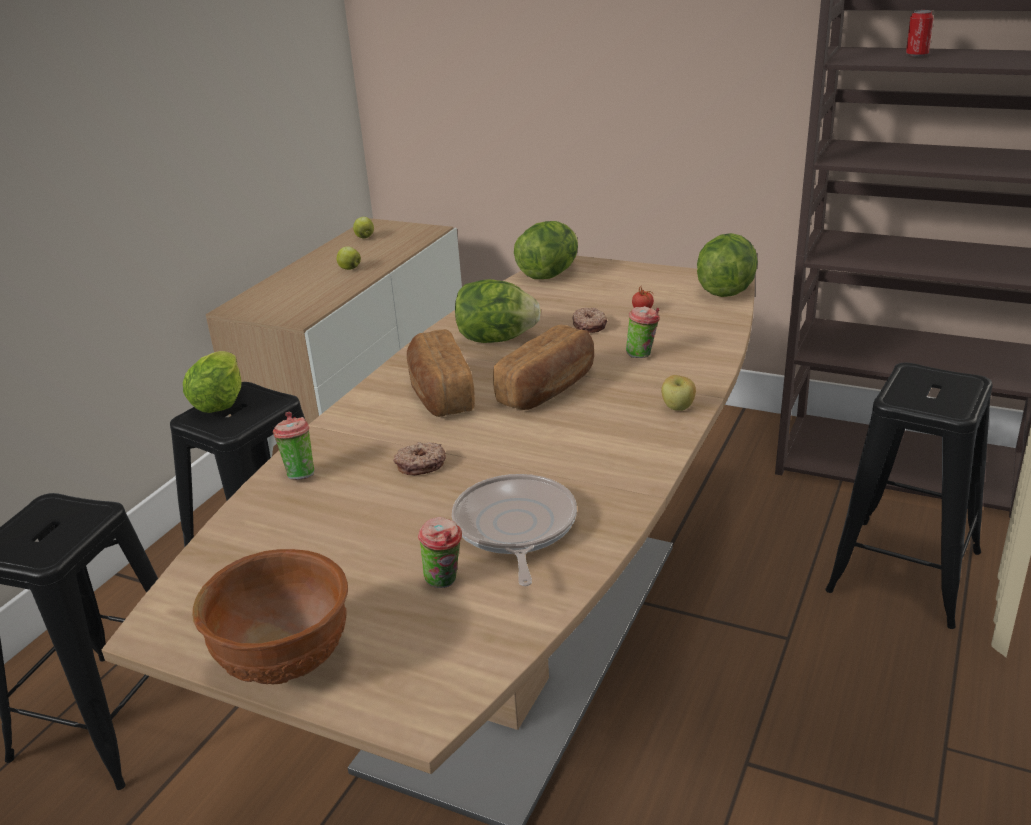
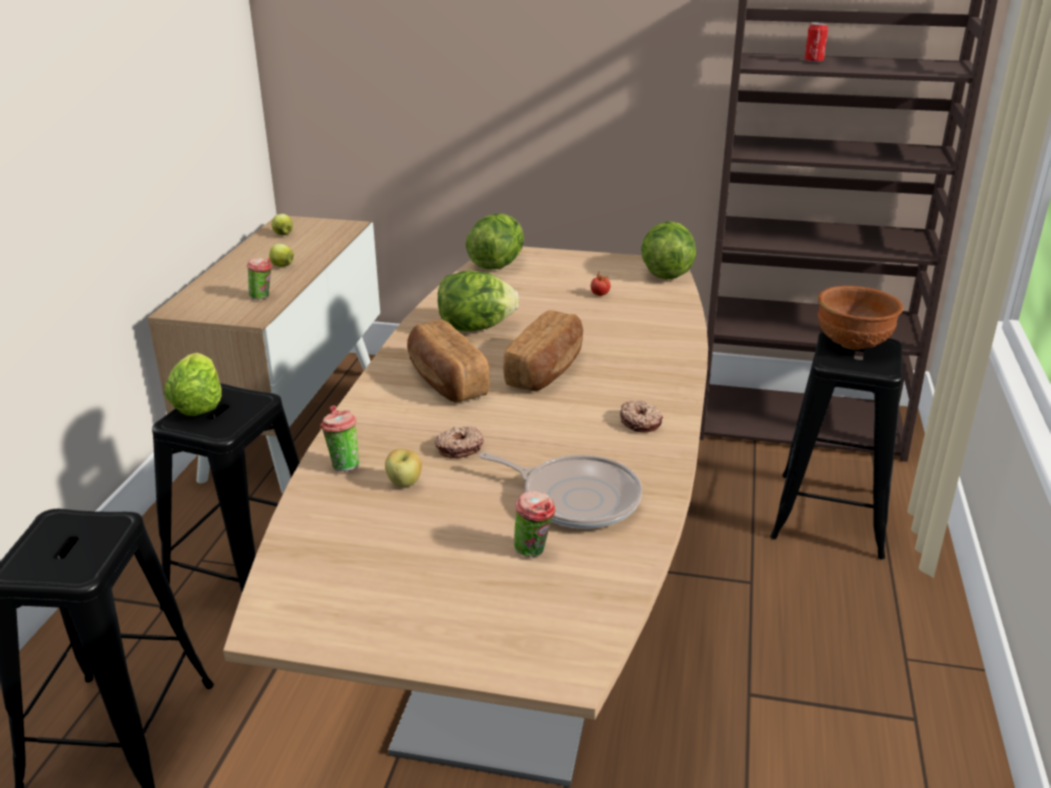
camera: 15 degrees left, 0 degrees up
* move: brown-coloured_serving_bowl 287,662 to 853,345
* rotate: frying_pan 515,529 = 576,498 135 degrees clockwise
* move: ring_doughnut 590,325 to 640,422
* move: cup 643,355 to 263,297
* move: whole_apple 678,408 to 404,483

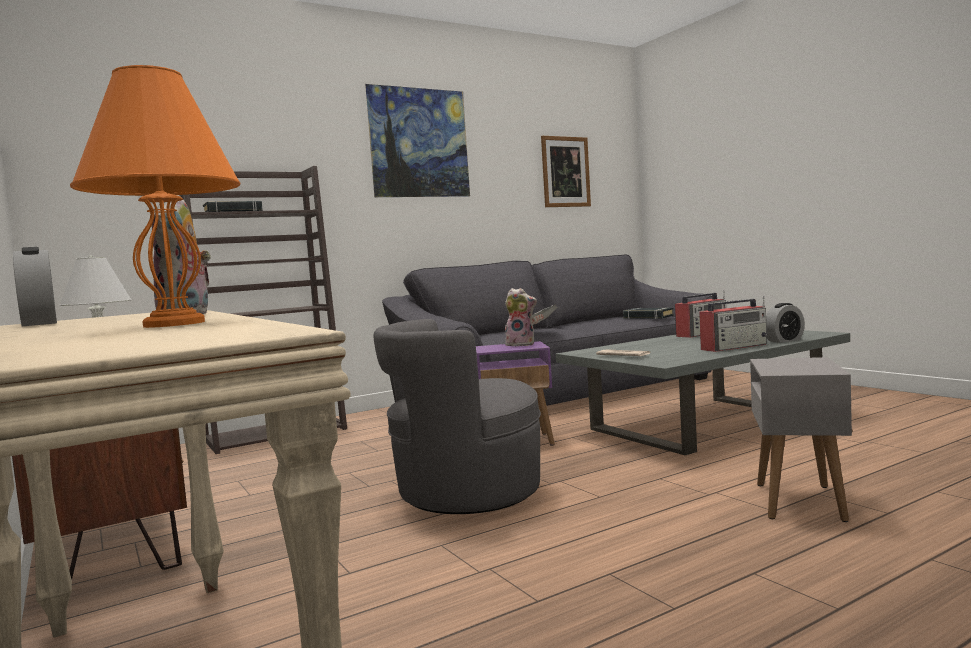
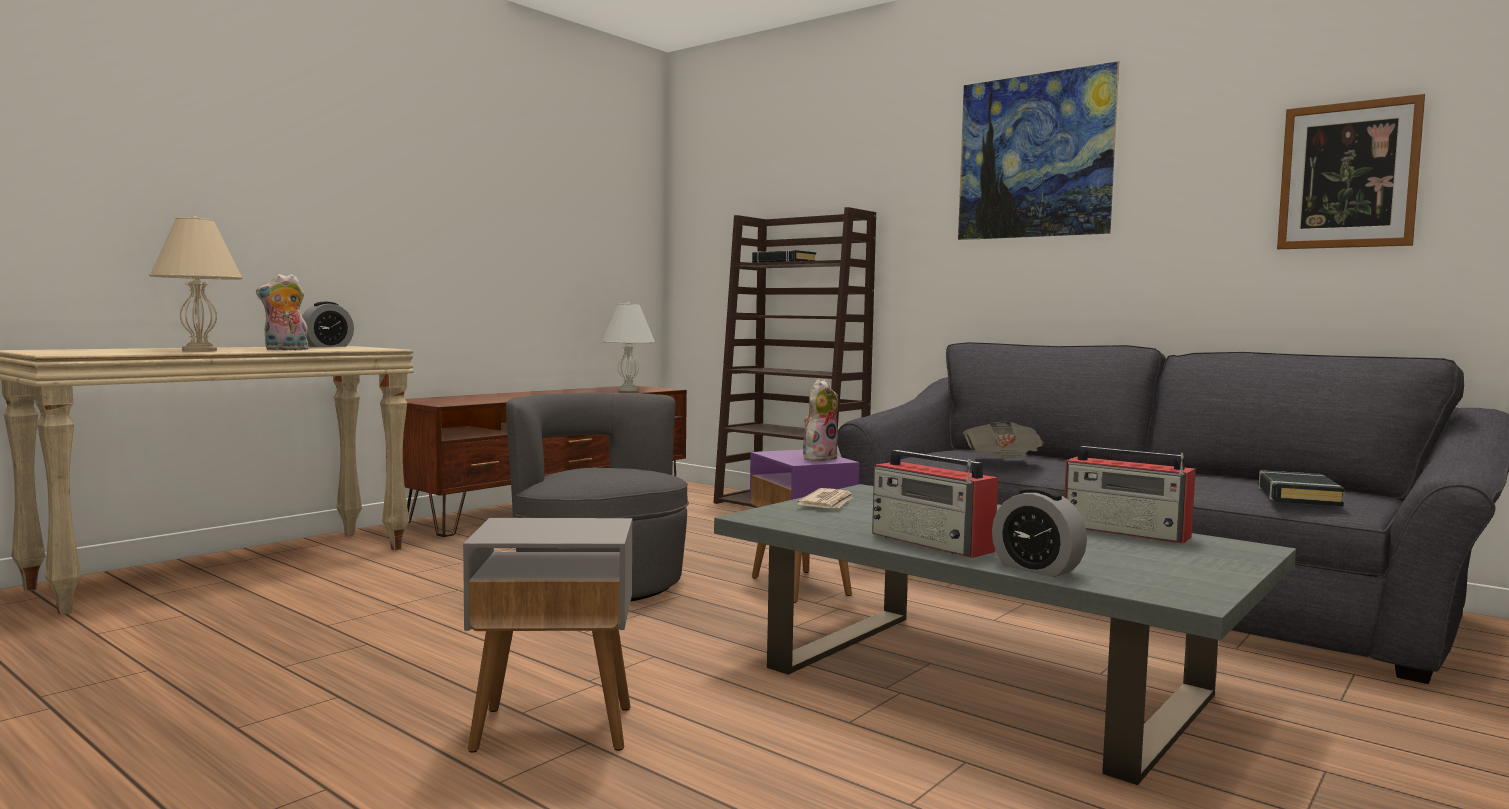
camera: 70 degrees right, 0 degrees up
* recolor: orange_lamp_for_a_table 176,324 to beige-coloured_lamp_for_a_table 199,350
* rotate: soft_toy 521,344 = 819,458 135 degrees counterclockwise

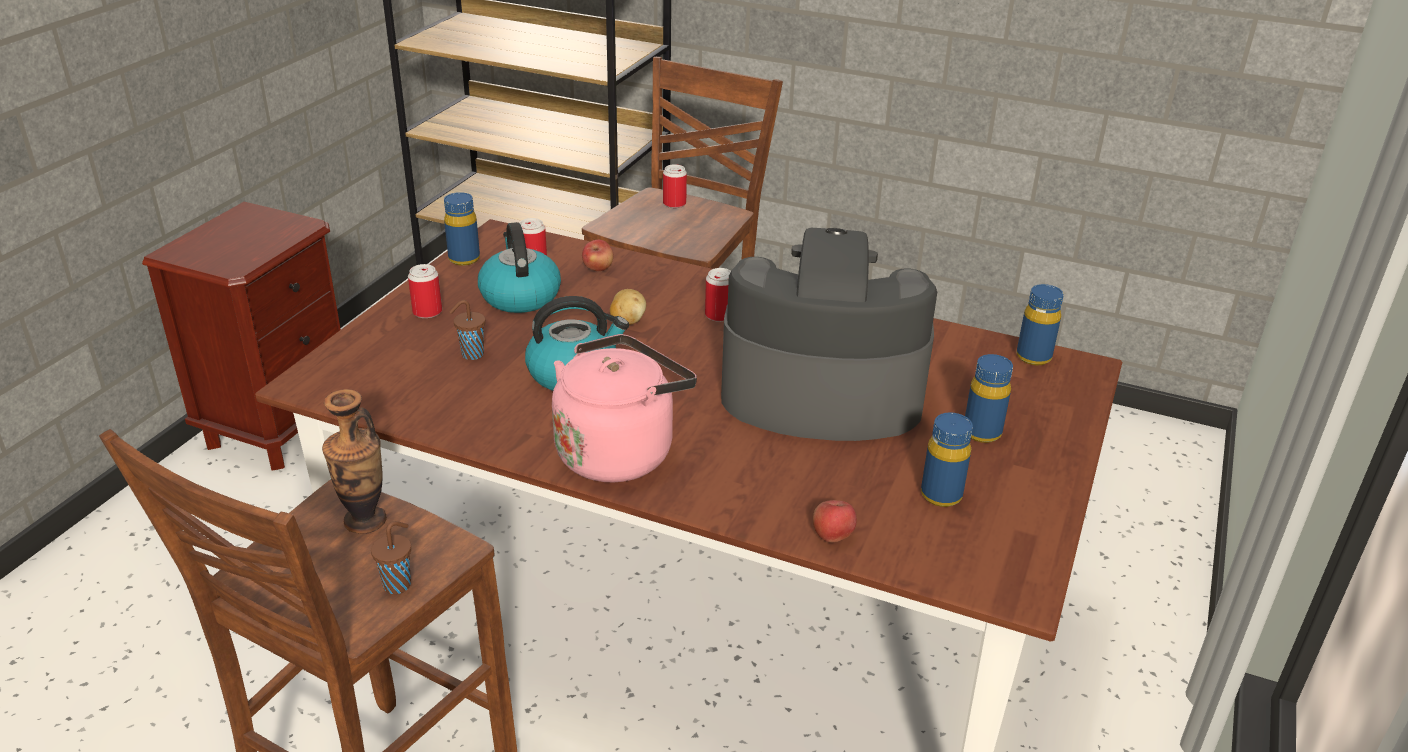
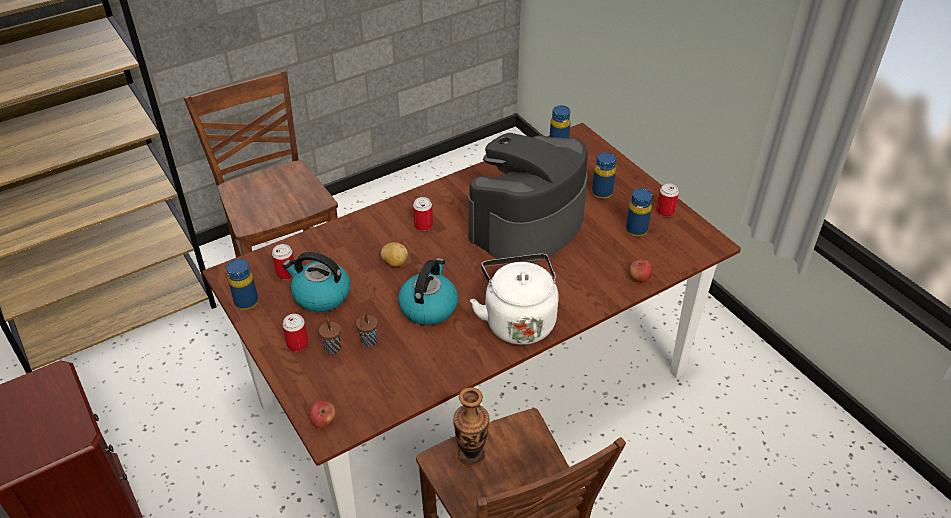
camera: 55 degrees left, 10 degrees up
* move: brown-coloured_cup 398,584 to 332,348
* recolor: pink-coloured_kettle 619,451 to white-coloured_kettle 518,320
* move: whole_apple 598,269 to 323,421
* move: metal_can 674,204 to 665,211

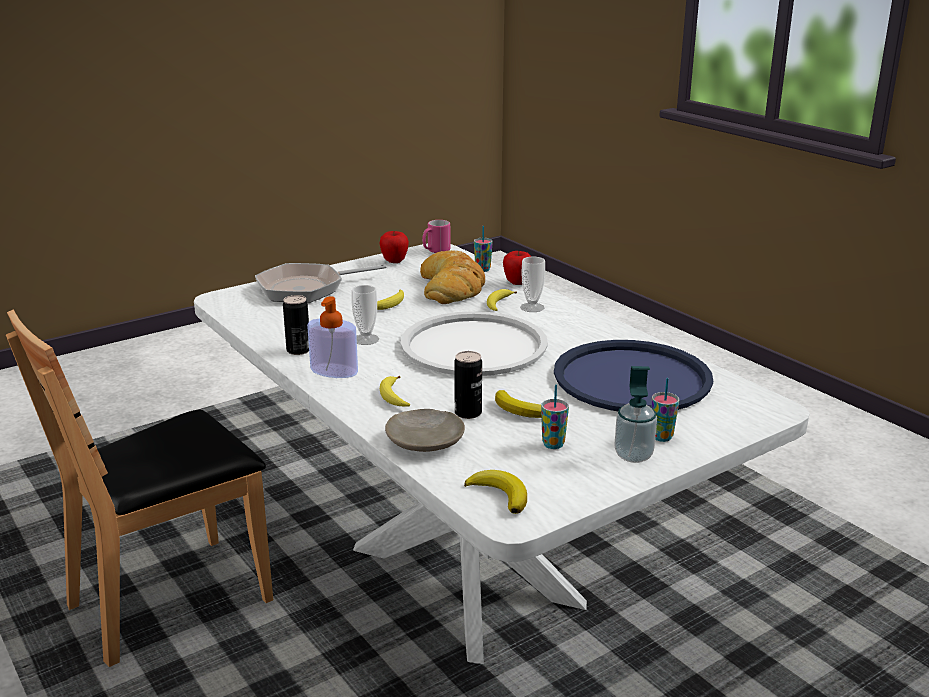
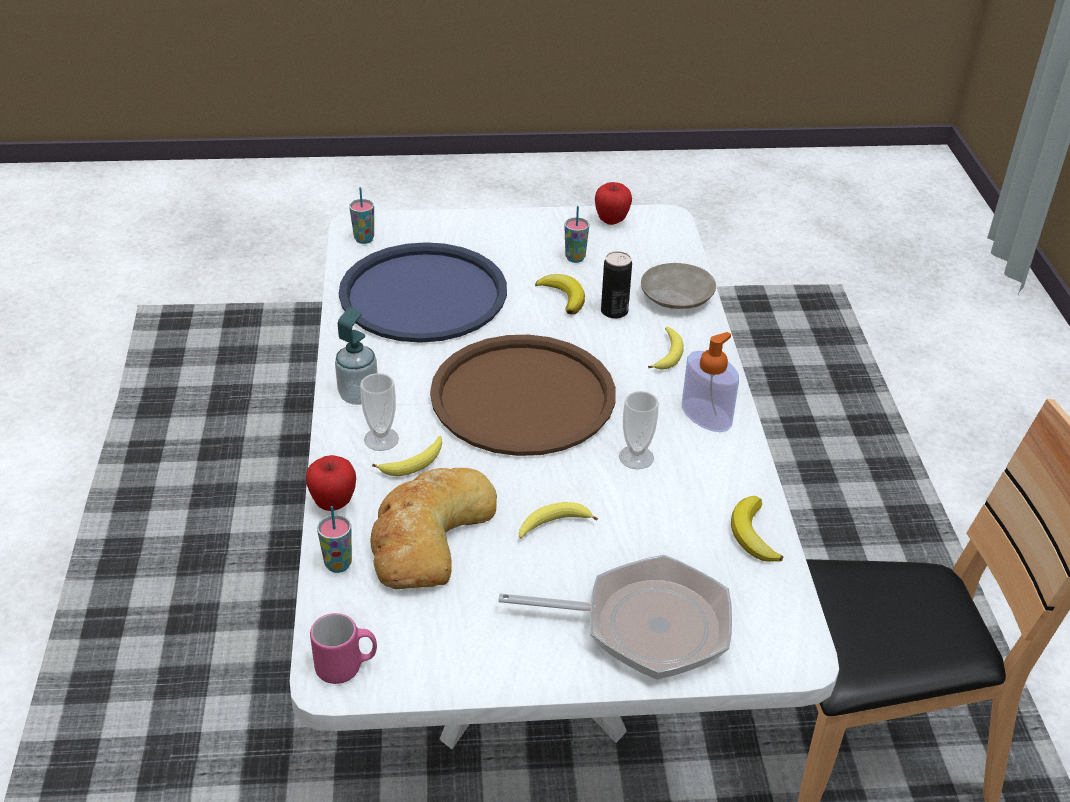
camera: 150 degrees left, 15 degrees up
* delete: metal_can 298,350
* move: whole_apple 394,261 to 611,221
* recolor: white-coloured_carrying_tray 473,346 to brown-coloured_carrying_tray 523,397
* move: banana_fruit 500,494 to 753,534
* move: soap_dispenser 633,455 to 358,395
* move: cup 661,437 to 364,239

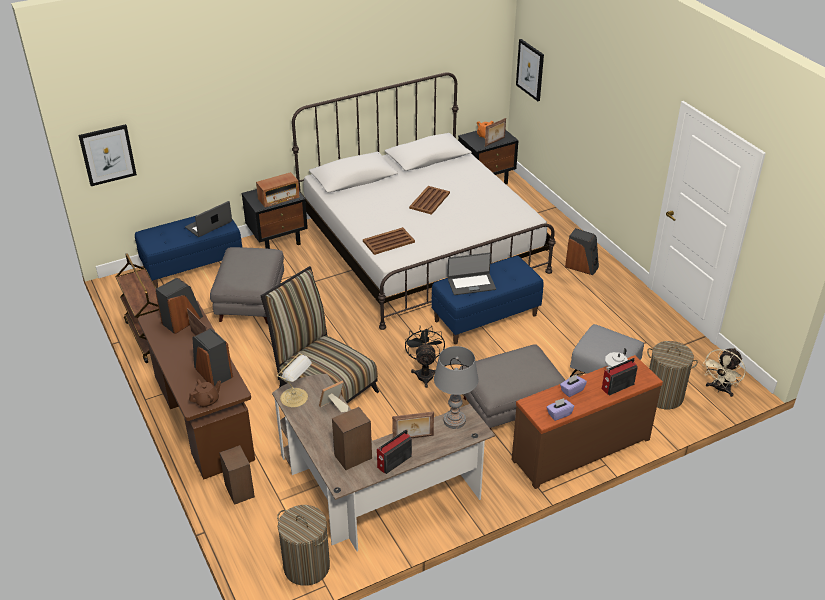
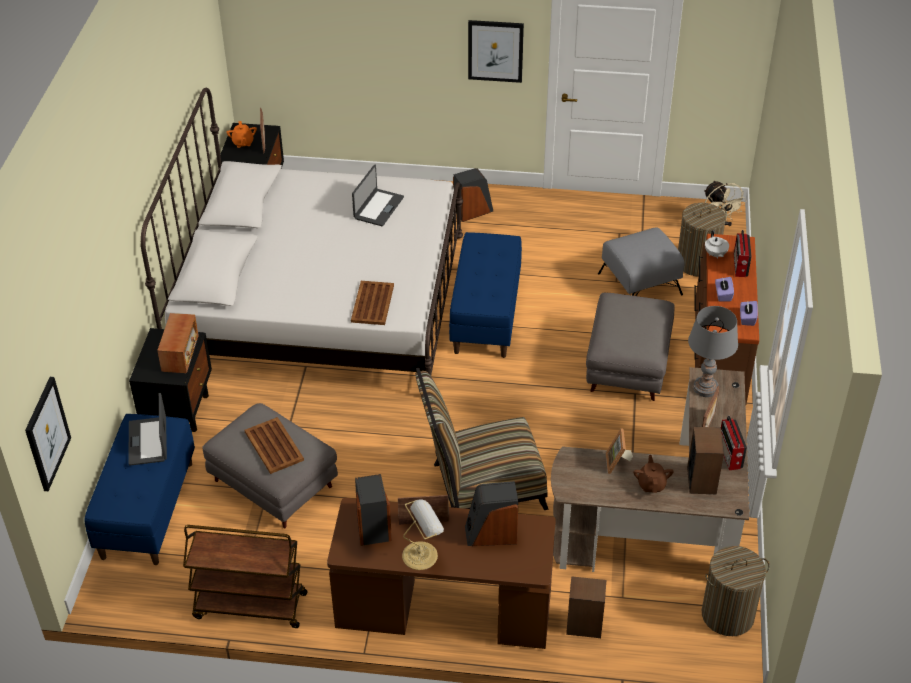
camera: 55 degrees left, 5 degrees up
* move: brown-coloured_teapot 207,401 to 651,484
* move: lamp_for_a_table 295,398 to 421,554
* delete: black-coloured_electric_fan 425,373
* move: brown-coloured_carrying_tray 429,201 to 274,446
* move: portable_computer 471,284 to 378,207
* move: wall_art 530,69 to 495,50

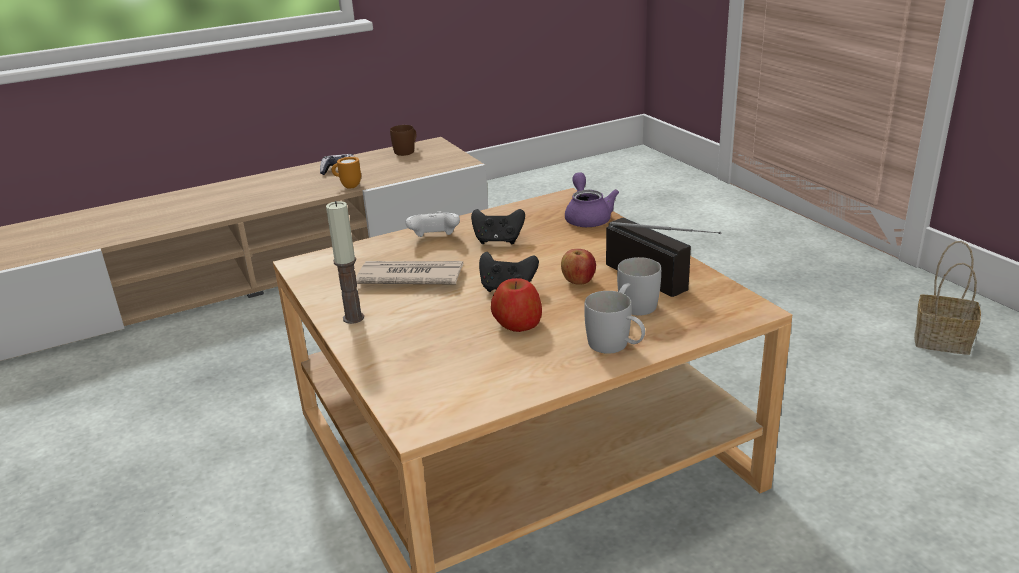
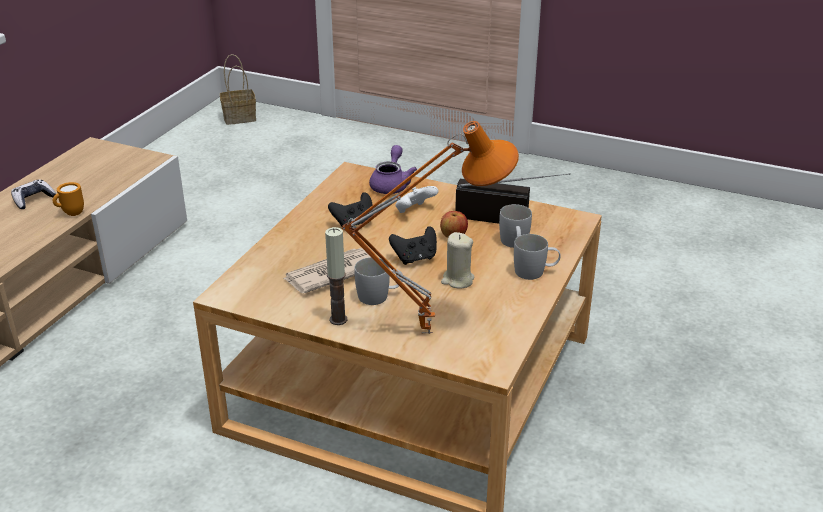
camera: 40 degrees left, 5 degrees up
* delete: brown-coloured_mug 407,151
* move: white-coloured_game_controller 434,239 to 414,211
* replace: whole_apple 517,324 to beige-coloured_wax_light 457,280
* rotate: purple-coloured_teapot 587,218 = 391,184 60 degrees clockwise
* move: household_basket 944,341 to 240,117
* insert: orange_lamp_for_a_table 426,330
* insert: white-coloured_mug 379,296

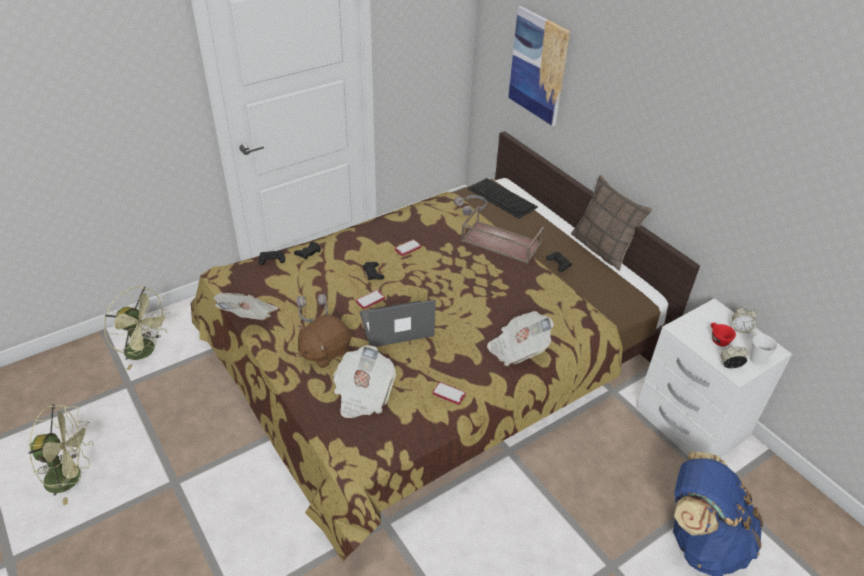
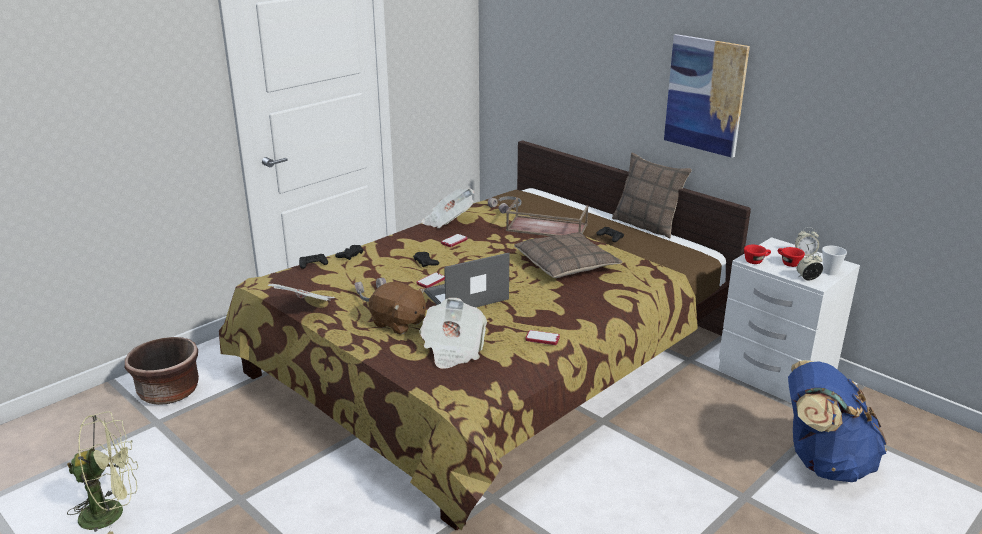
camera: 10 degrees left, 15 degrees down
* replace: green-coloured_electric_fan 145,351 to brown-coloured_planter 169,392
* rotate: brown-coloured_soft_toy 324,352 = 398,323 90 degrees counterclockwise
* delete: PC_keyboard 502,198
* move: newspaper 518,349 to 448,221
* move: wall_art 538,66 to 705,95
* insert: throw_pillow 566,264
* insert: red-coloured_cup 756,261

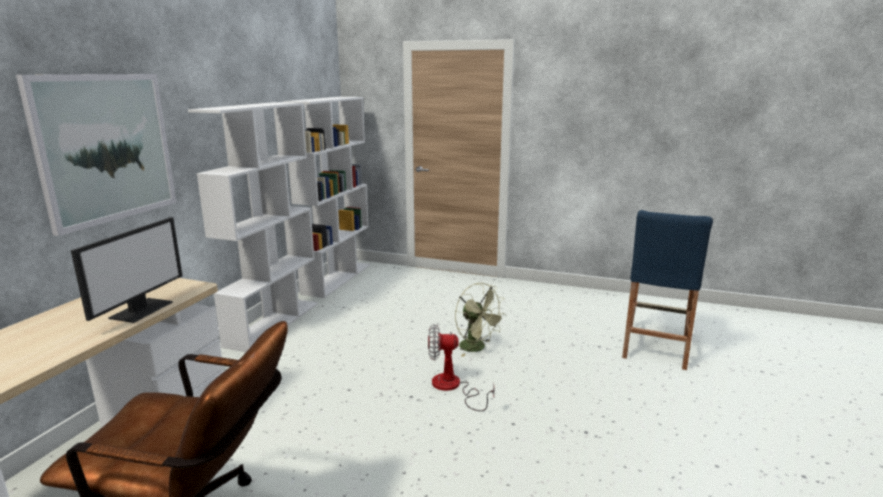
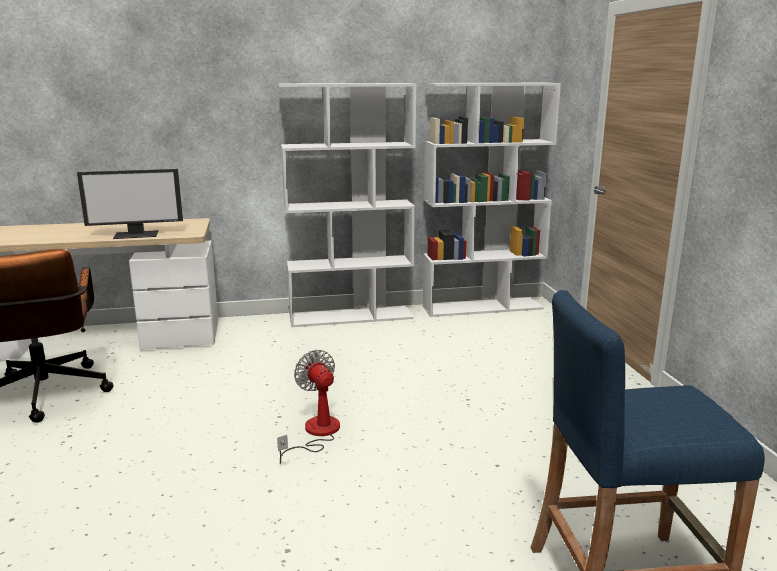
camera: 60 degrees right, 0 degrees up
* delete: wall_art 106,148
* delete: green-coloured_electric_fan 477,348

